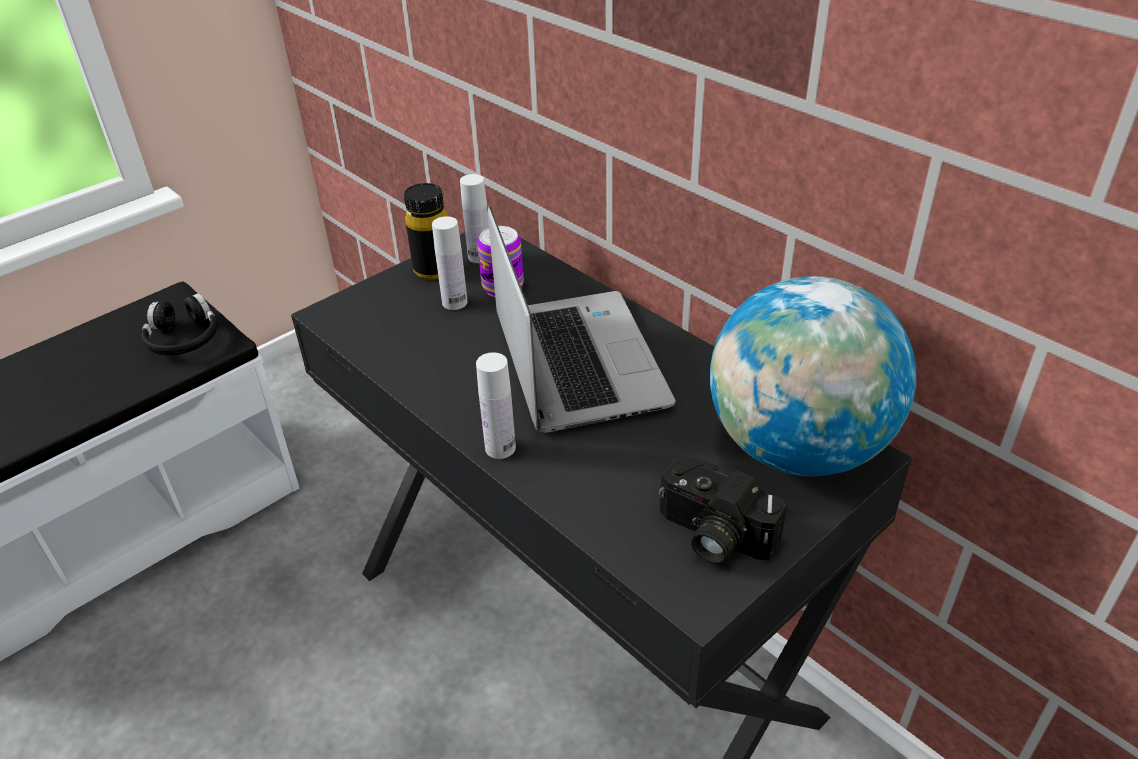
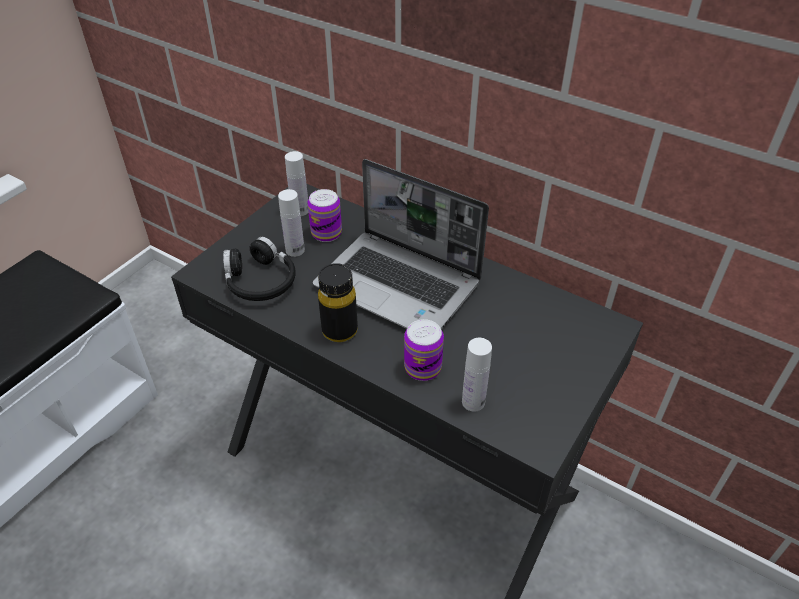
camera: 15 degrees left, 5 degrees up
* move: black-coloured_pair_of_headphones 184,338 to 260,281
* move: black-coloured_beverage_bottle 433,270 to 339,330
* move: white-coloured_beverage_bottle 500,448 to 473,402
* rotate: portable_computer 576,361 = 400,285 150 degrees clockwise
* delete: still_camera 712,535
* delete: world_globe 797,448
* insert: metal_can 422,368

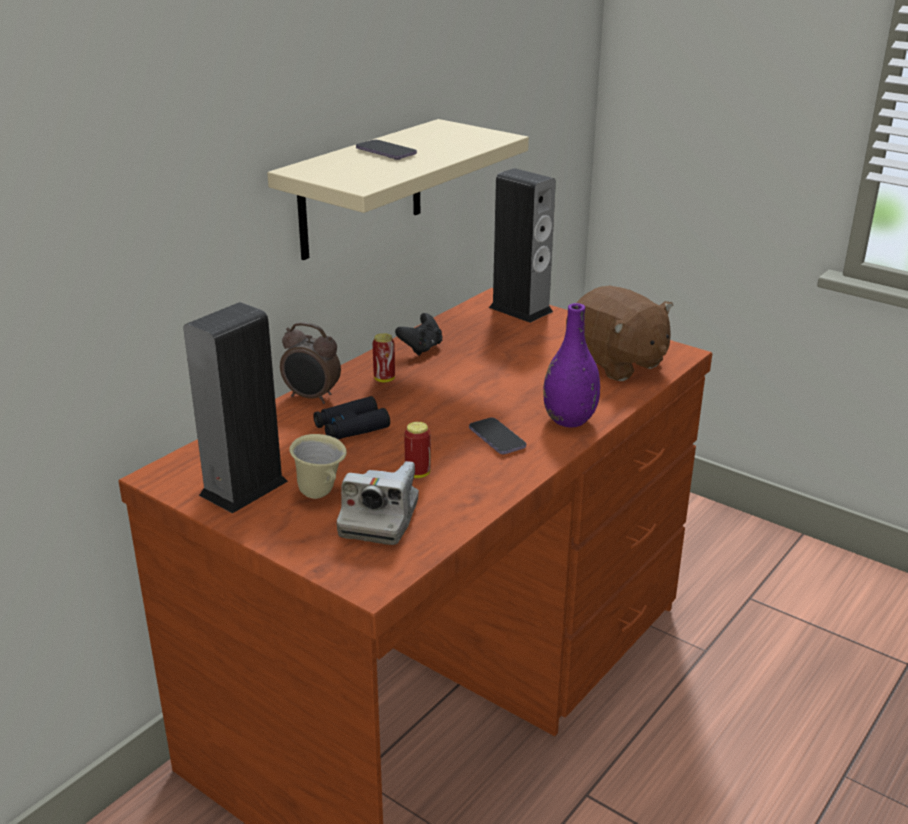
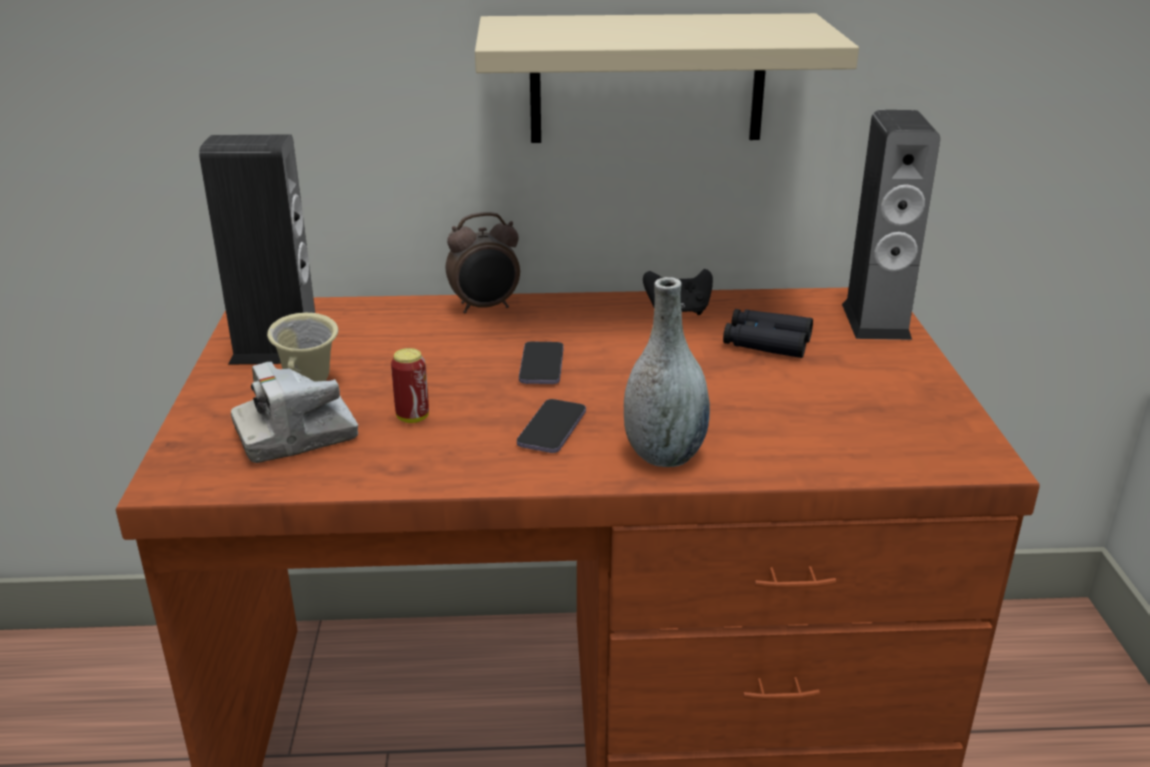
camera: 50 degrees right, 0 degrees up
* rotate: bedside_clock 311,398 = 485,307 90 degrees counterclockwise
* move: black-coloured_binoculars 351,427 to 766,342
* move: phone 386,152 to 541,366
* delete: metal_can 384,379
* recolor: purple-coloured_flower_vase 569,420 to gray_flower_vase 664,455
* delete: brown-coloured_soft_toy 616,363

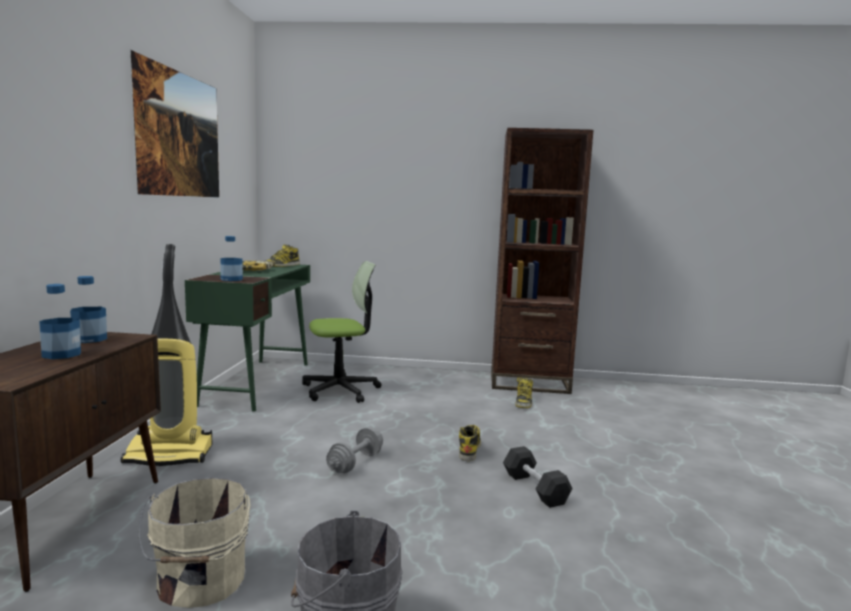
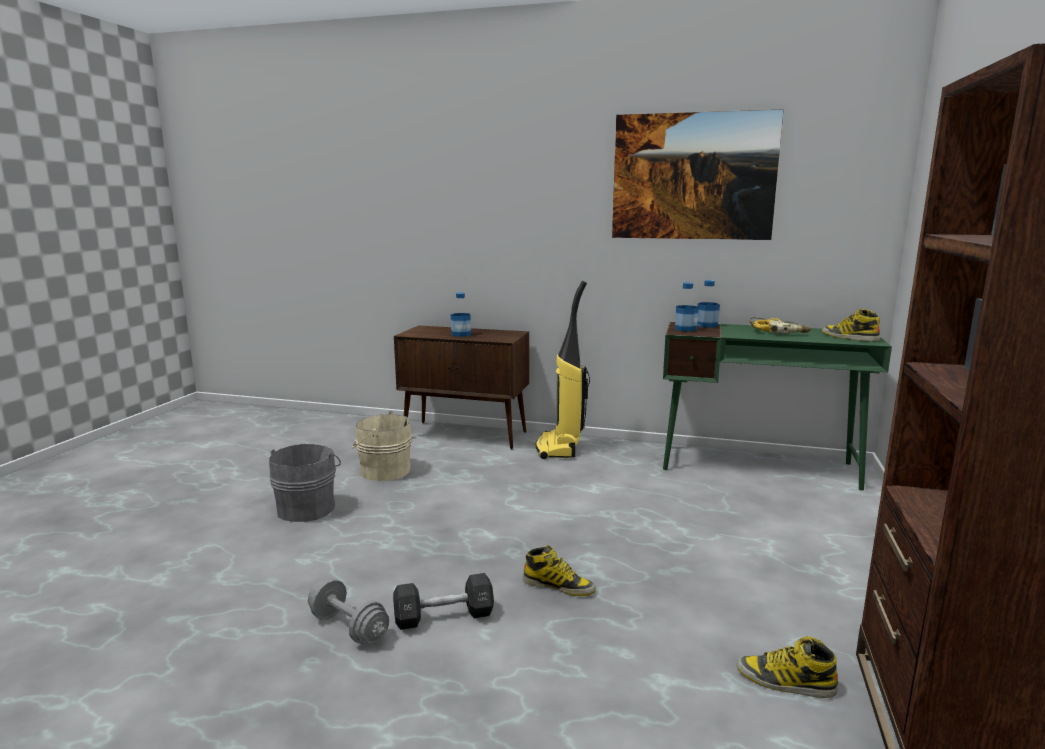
camera: 100 degrees right, 5 degrees up
* move: beverage_bottle 90,339 to 707,325
* delete: office_chair 340,390
* move: gray_free_weight 355,463 to 348,627

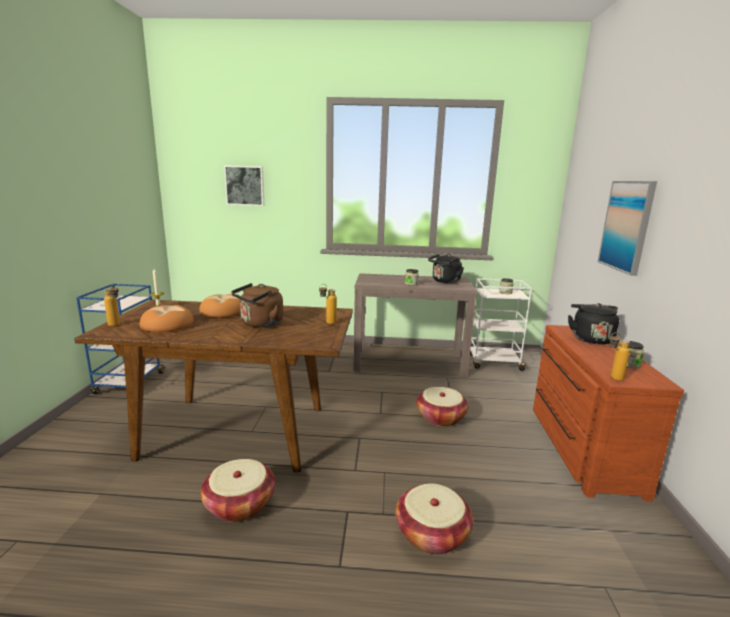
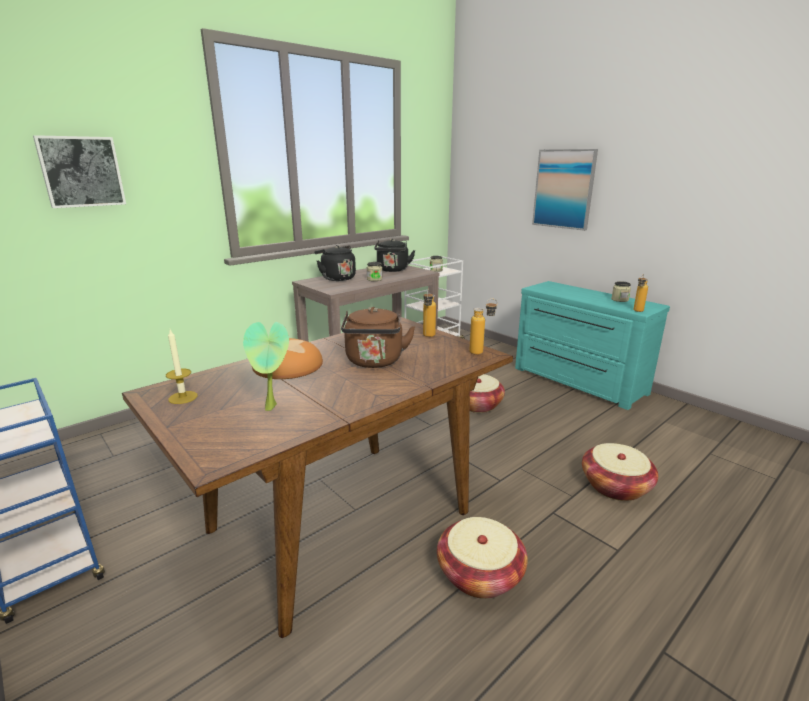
camera: 45 degrees left, 5 degrees up
* move: beverage_bottle 116,325 to 481,352
* replace: baked_bread 167,324 to potted_plant 273,408
* recolor: brown-coloured_chest_of_drawers 579,447 to turquoise_chest_of_drawers 577,381
* move: black-coloured_kettle 590,338 to 336,278

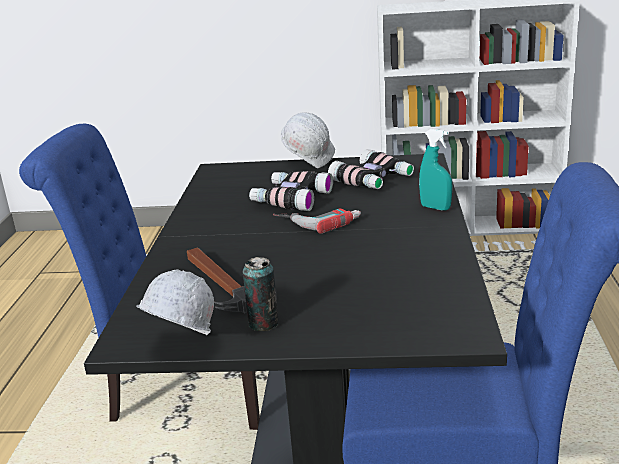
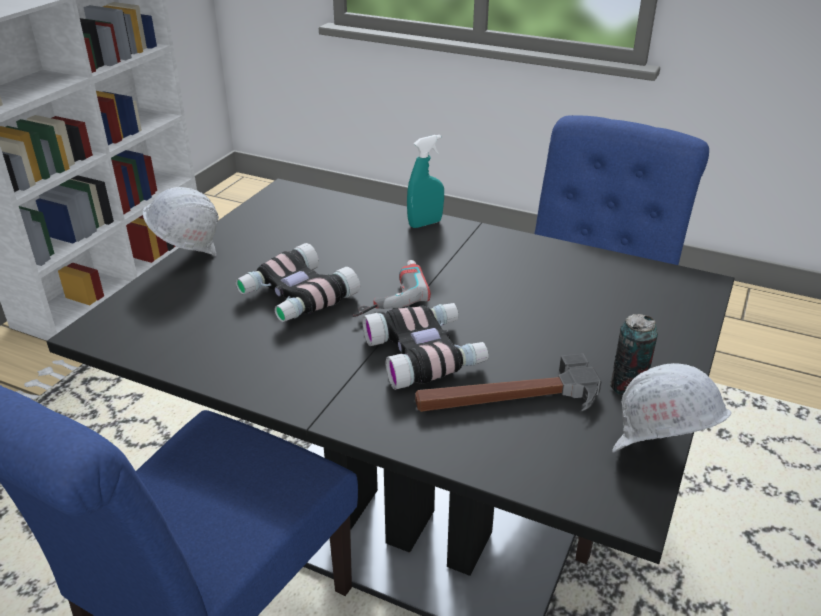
camera: 70 degrees left, 10 degrees up
* move: binoculars 373,180 to 426,353

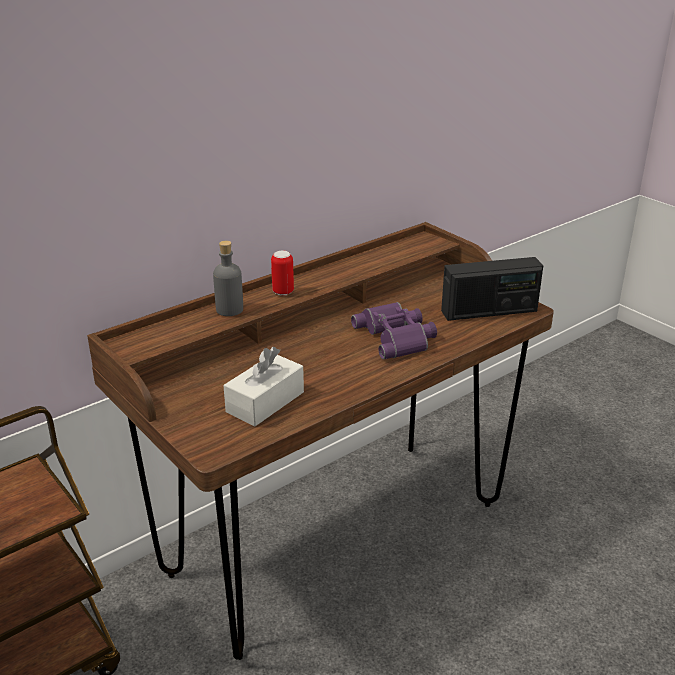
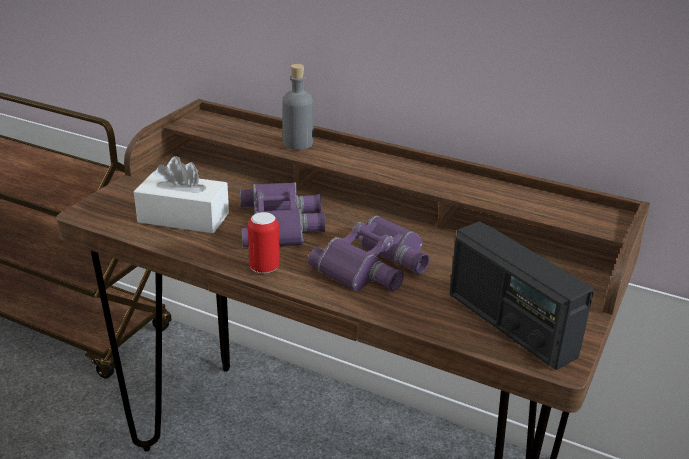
camera: 65 degrees right, 0 degrees up
* move: metal_can 283,292 to 264,268
* insert: purple-coloured_binoculars 282,224

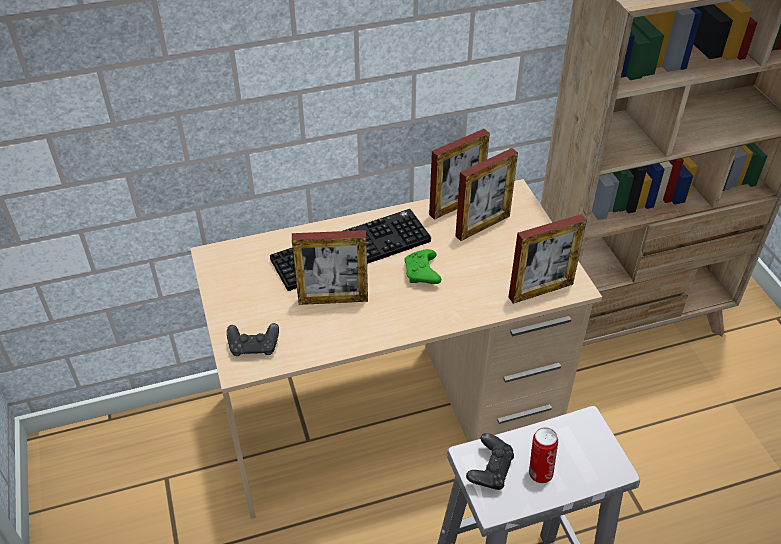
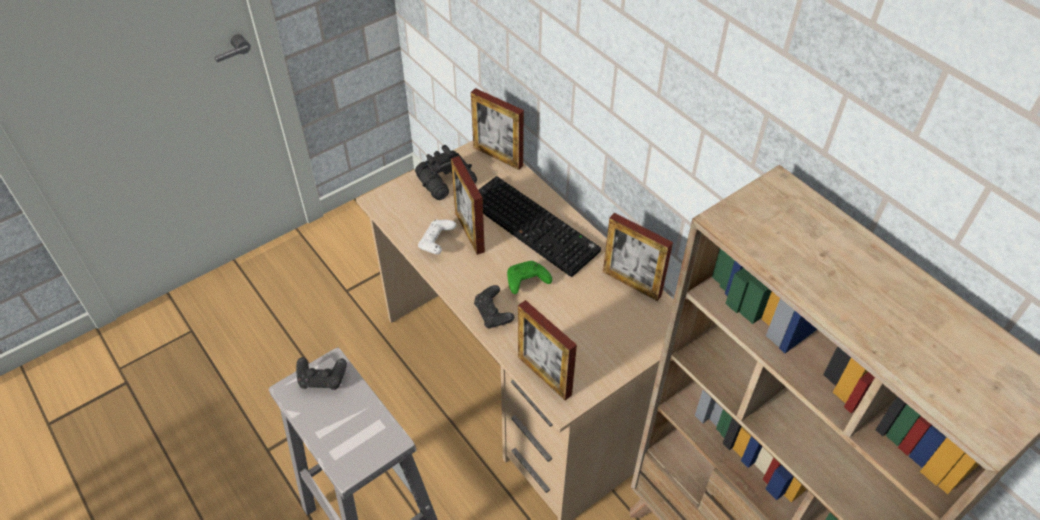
camera: 70 degrees right, 5 degrees up
* move: black-coloured_game_controller 254,347 to 493,314
* move: standing_frame 482,226 to 498,156
* delete: metal_can 539,473
* insert: black-coloured_binoculars 448,181
* insert: white-coloured_game_controller 437,243

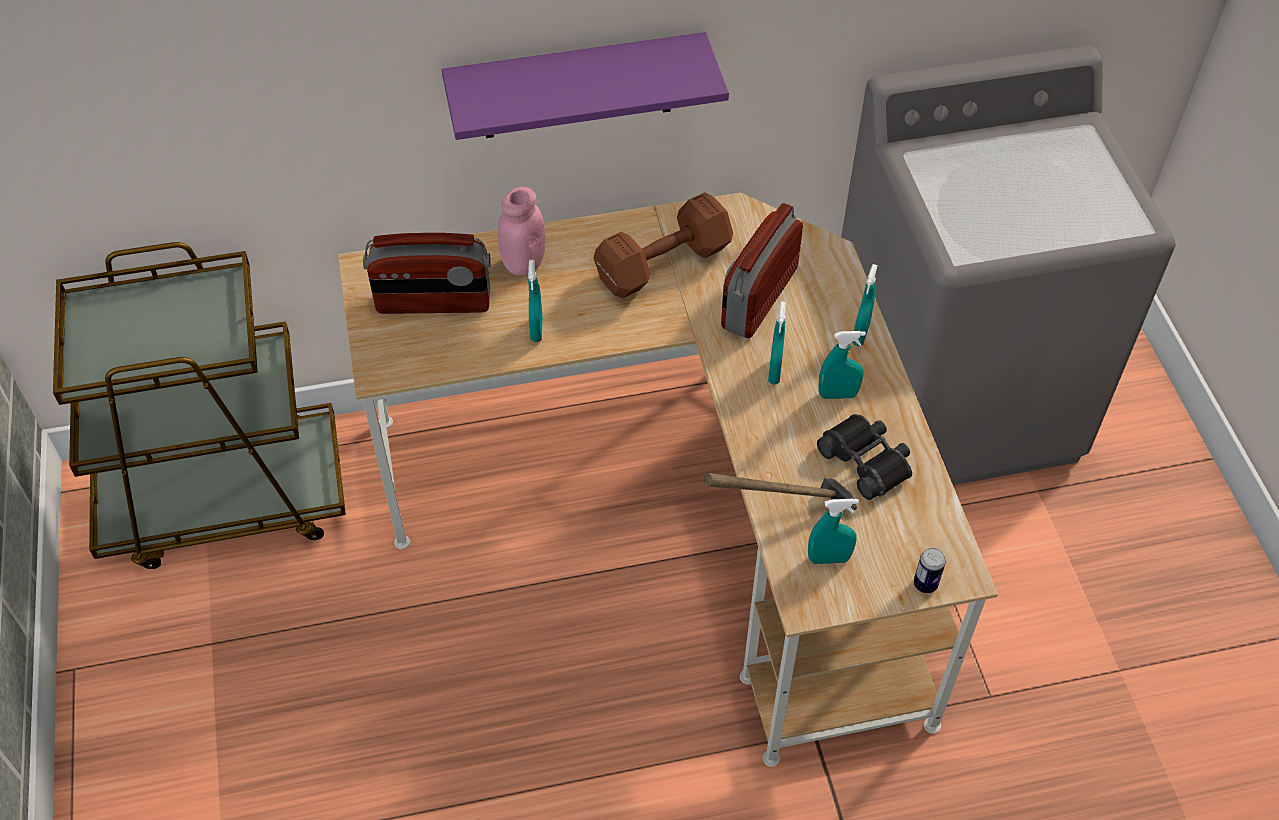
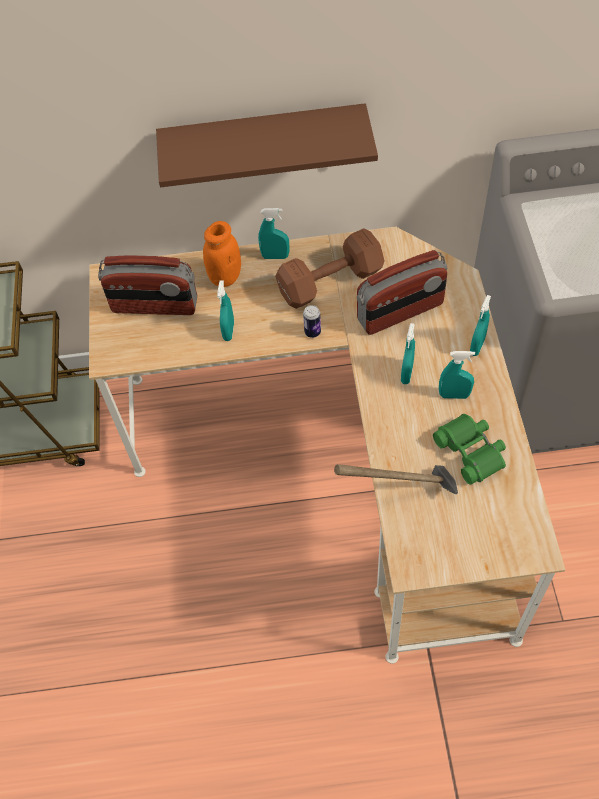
camera: 10 degrees right, 5 degrees up
* recolor: purple-coloured_shelf 576,87 to brown-coloured_shelf 264,144
* recolor: pink-coloured_storage_jar 524,263 to orange_storage_jar 225,277
* rotate: radio 758,298 = 400,312 150 degrees counterclockwise
* move: turquoise_spray_bottle 829,558 to 275,256
* recolor: black-coloured_binoculars 866,461 to green-coloured_binoculars 471,451
* move: metal_can 925,584 to 312,332

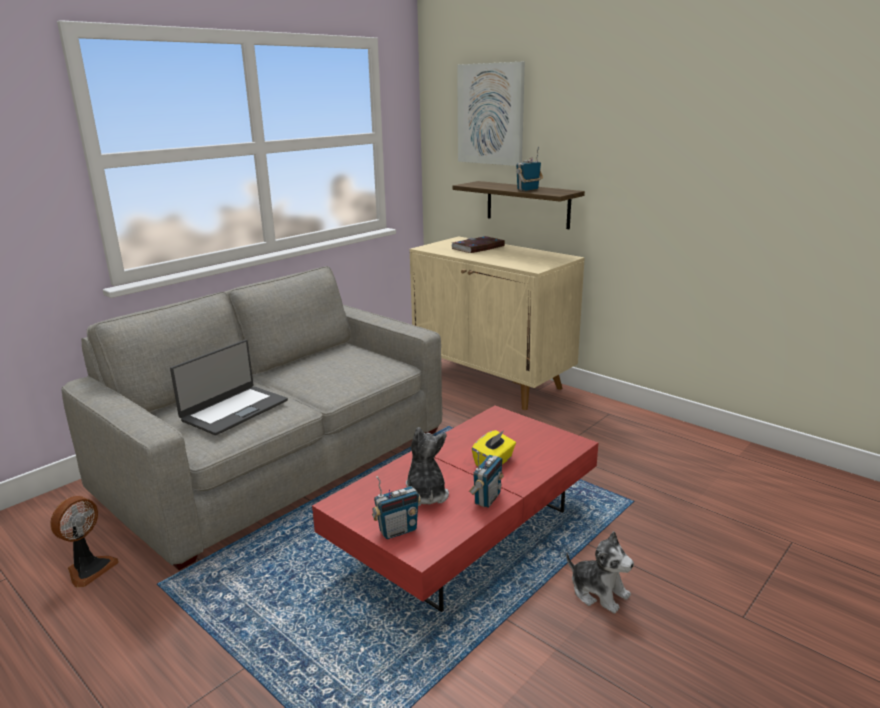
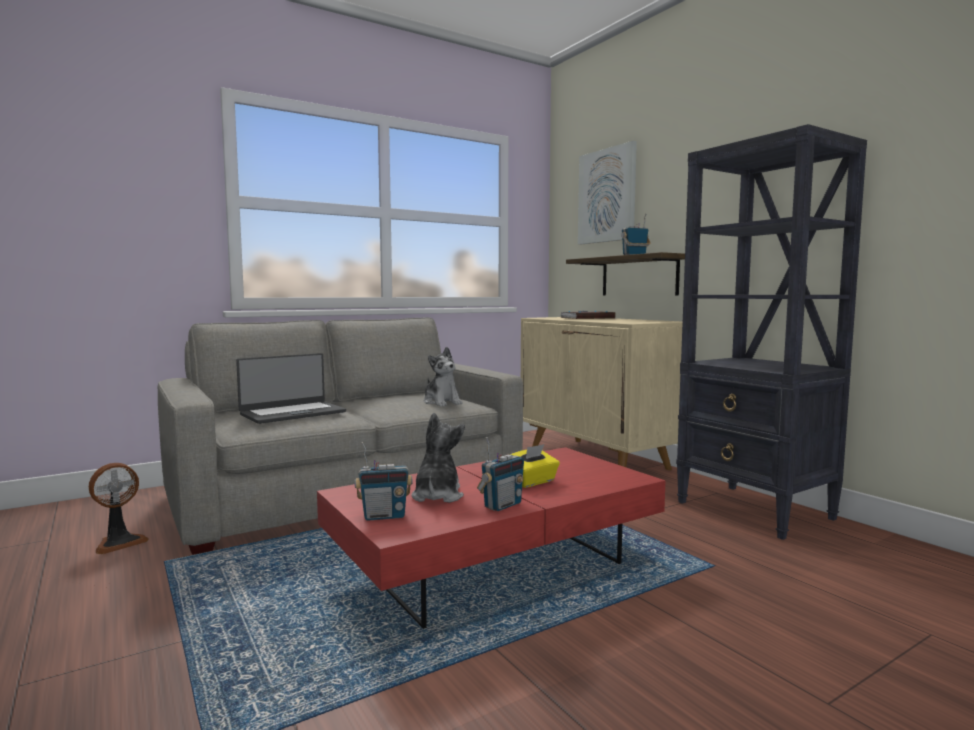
camera: 15 degrees right, 15 degrees down
* move: soft_toy 598,592 to 442,402
* insert: black-coloured_bookshelf 755,511

